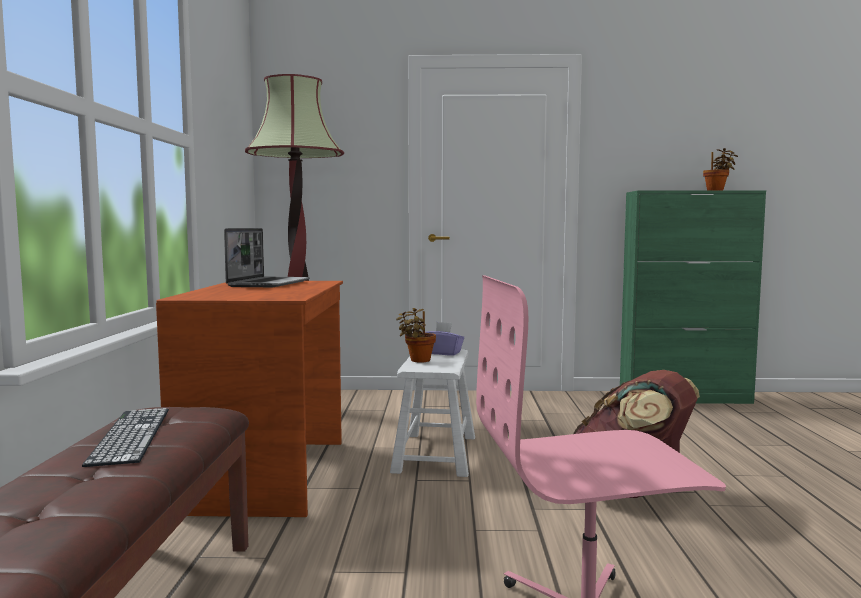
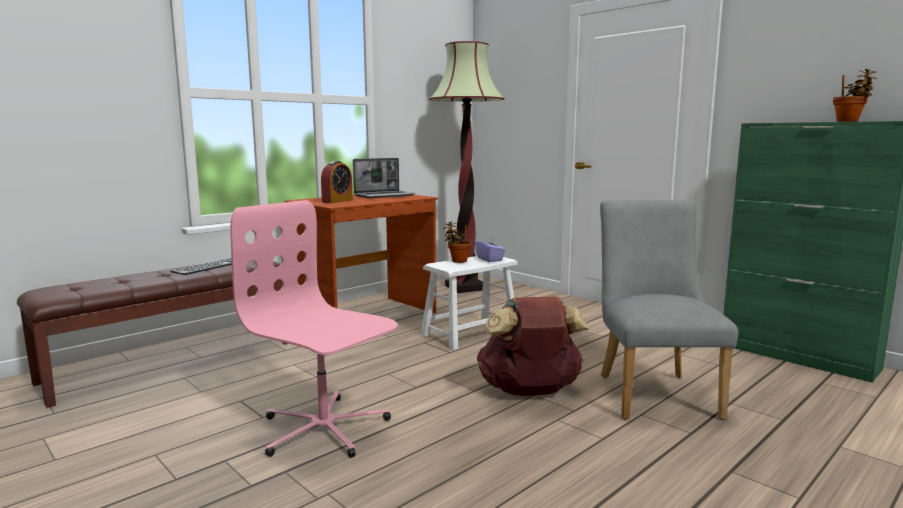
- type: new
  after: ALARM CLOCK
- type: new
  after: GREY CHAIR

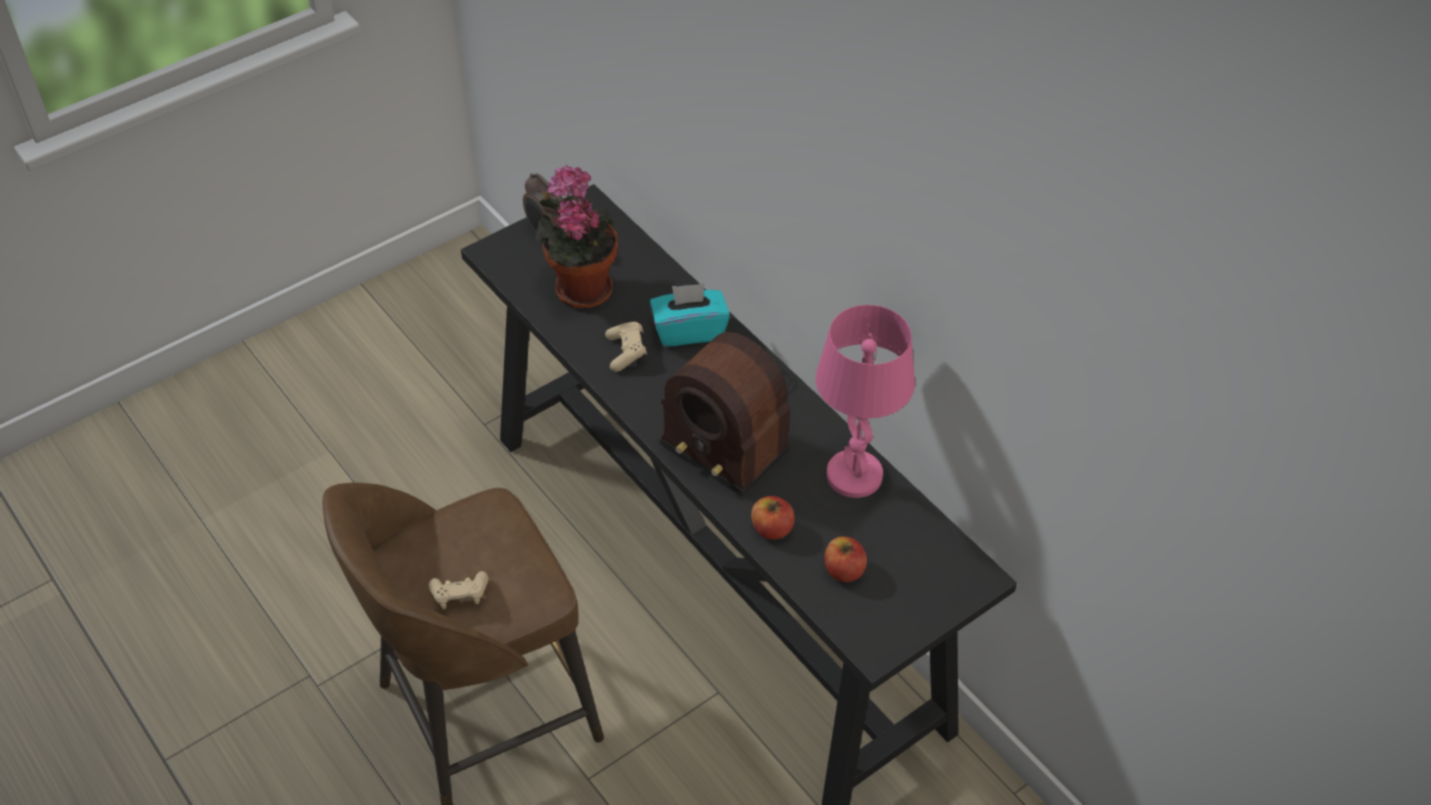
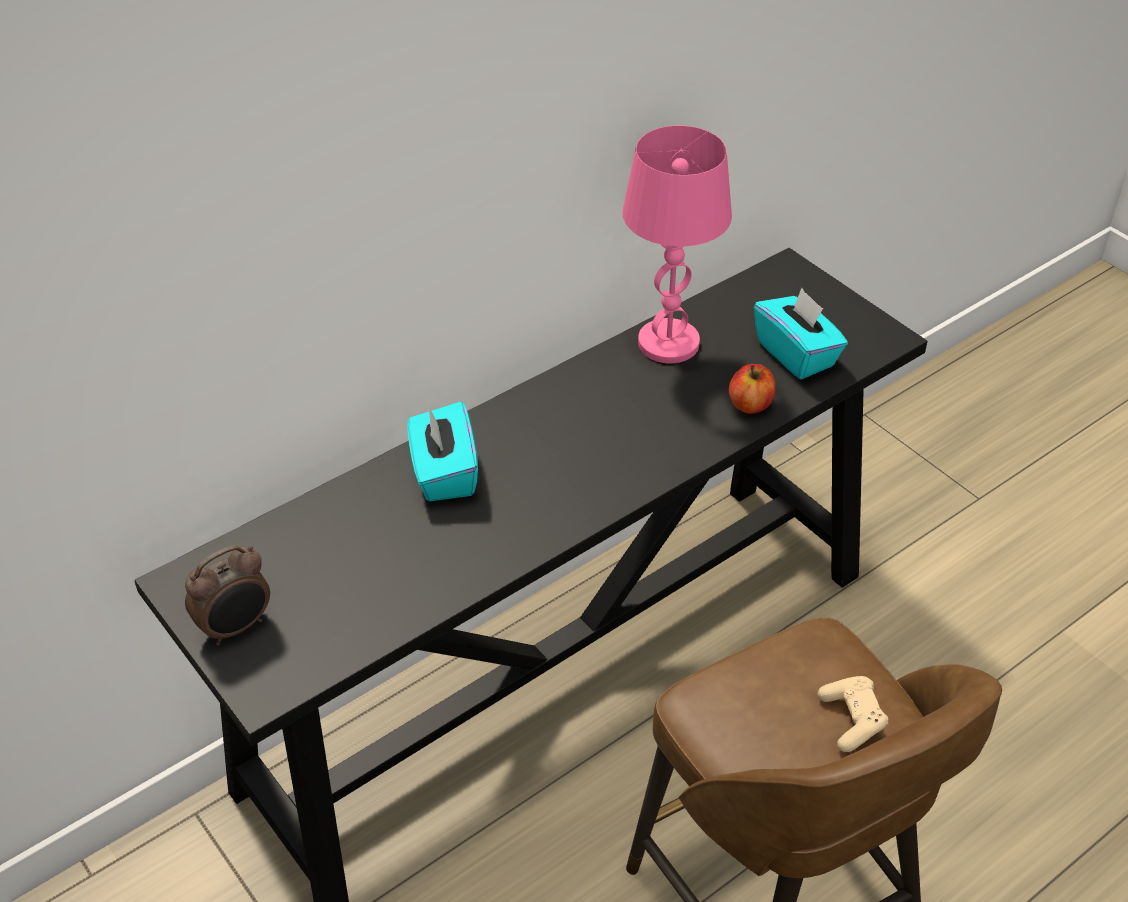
- type: swapped
  before: APPLE (no. 2 from left)
  after: TURQUOISE TISSUE BOX (no. 2 from left)
- type: gone
  before: POTTED PLANT
- type: gone
  before: BEIGE GAME CONTROLLER (no. 2 from left)
- type: gone
  before: RADIO

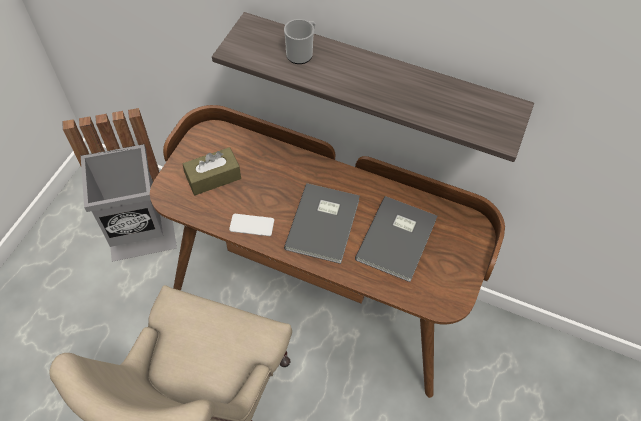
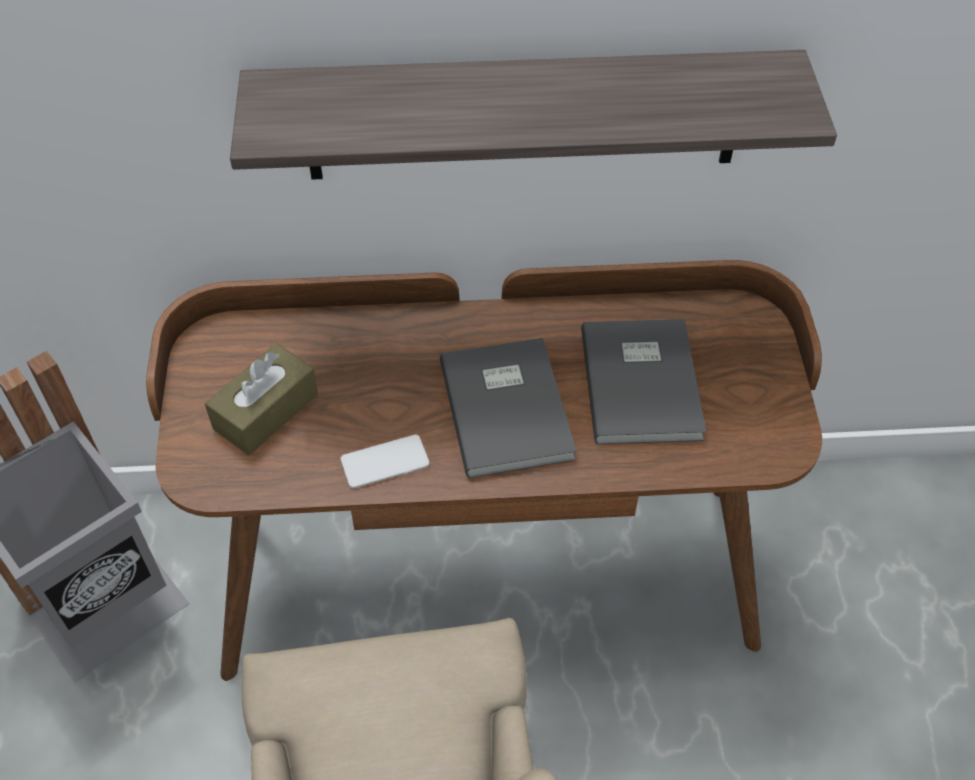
- type: gone
  before: MUG

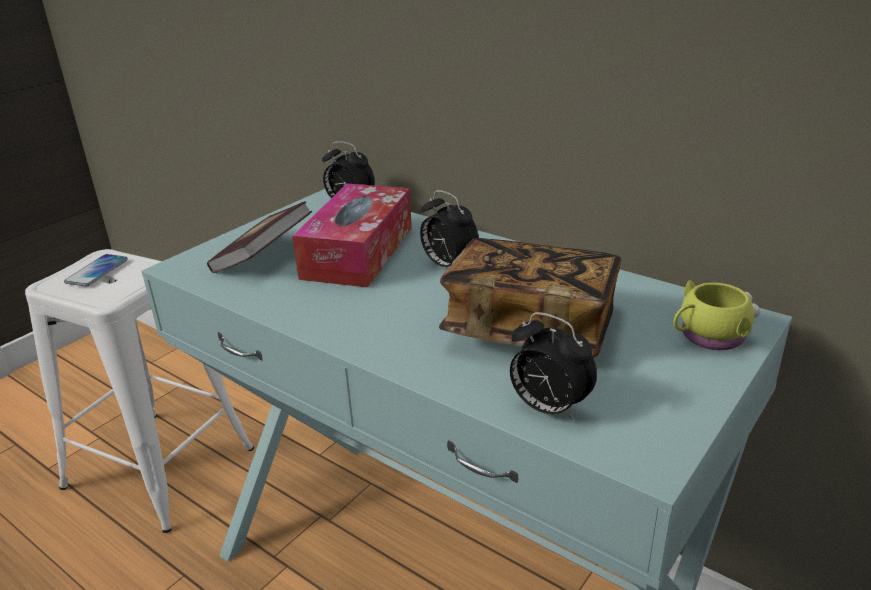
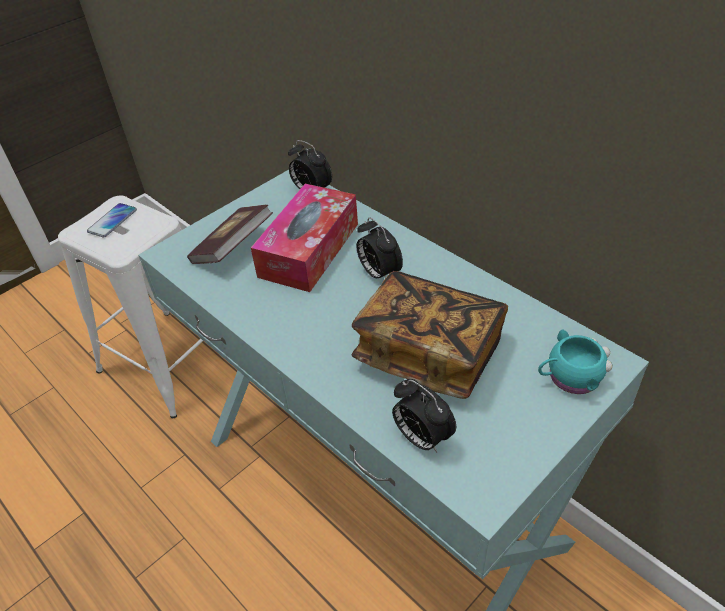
- type: repainted
  before: YELLOW MUG
  after: TURQUOISE MUG

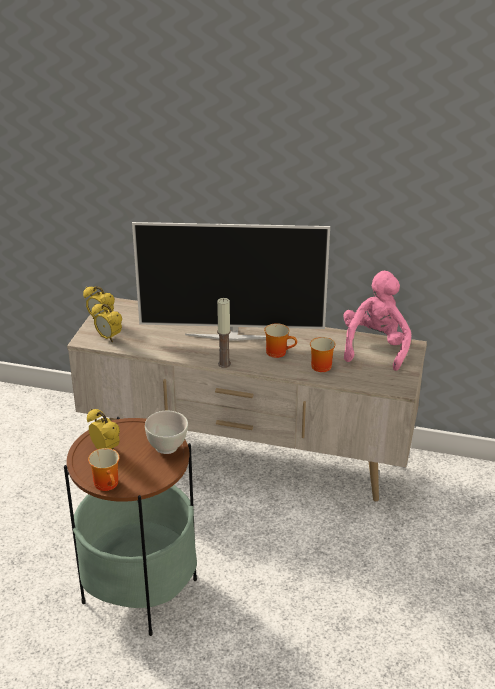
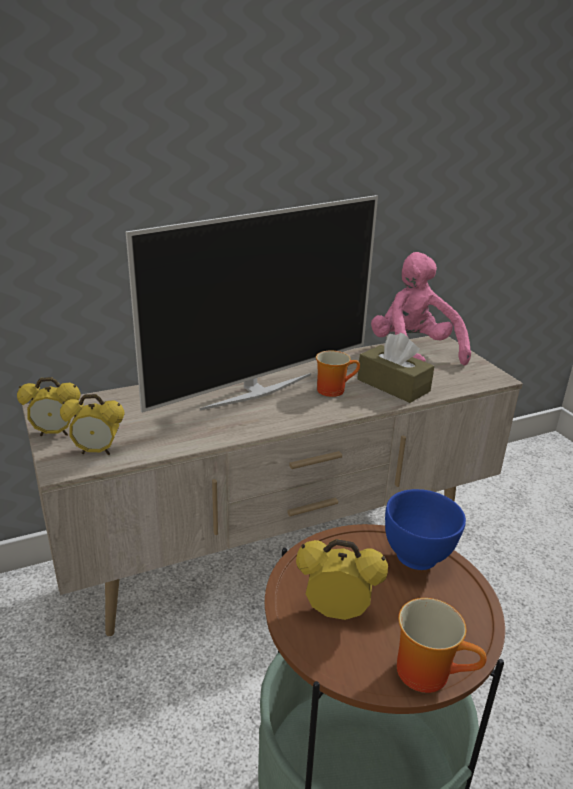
- type: swapped
  before: MUG (no. 3 from left)
  after: BROWN TISSUE BOX
- type: repainted
  before: WHITE BOWL
  after: BLUE BOWL
- type: gone
  before: CANDLE

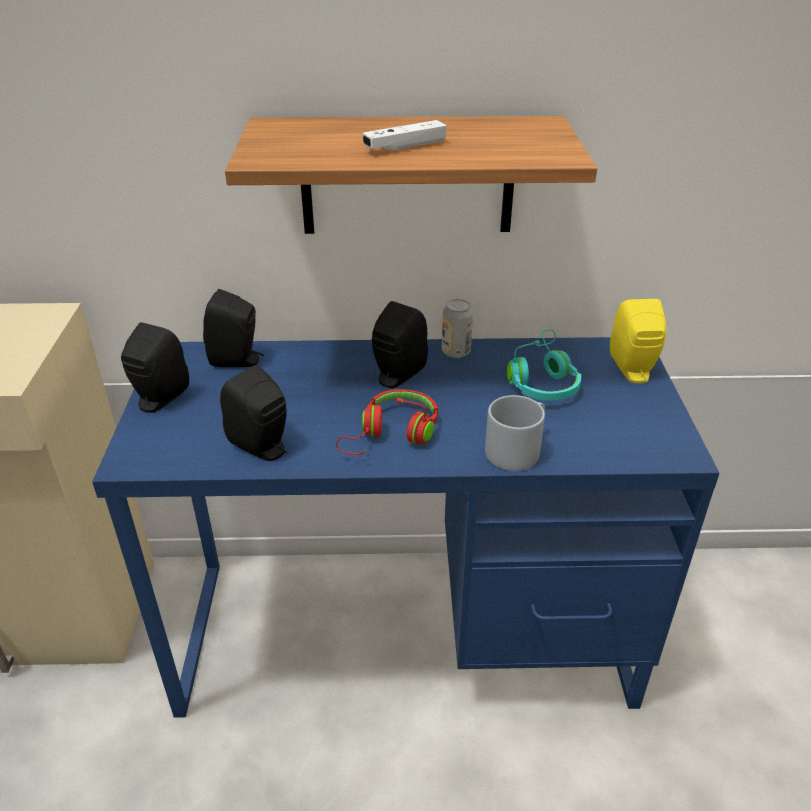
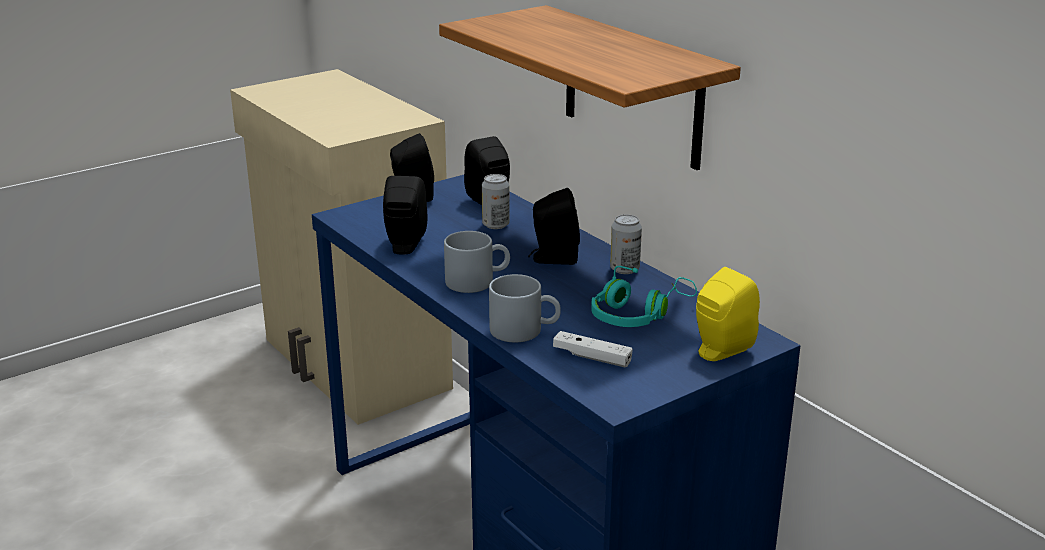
- type: swapped
  before: RED HEADPHONES
  after: GREY MUG (no. 1 from left)
- type: new
  after: CAN (no. 1 from left)
- type: shifted
  before: WHITE GAME CONTROLLER

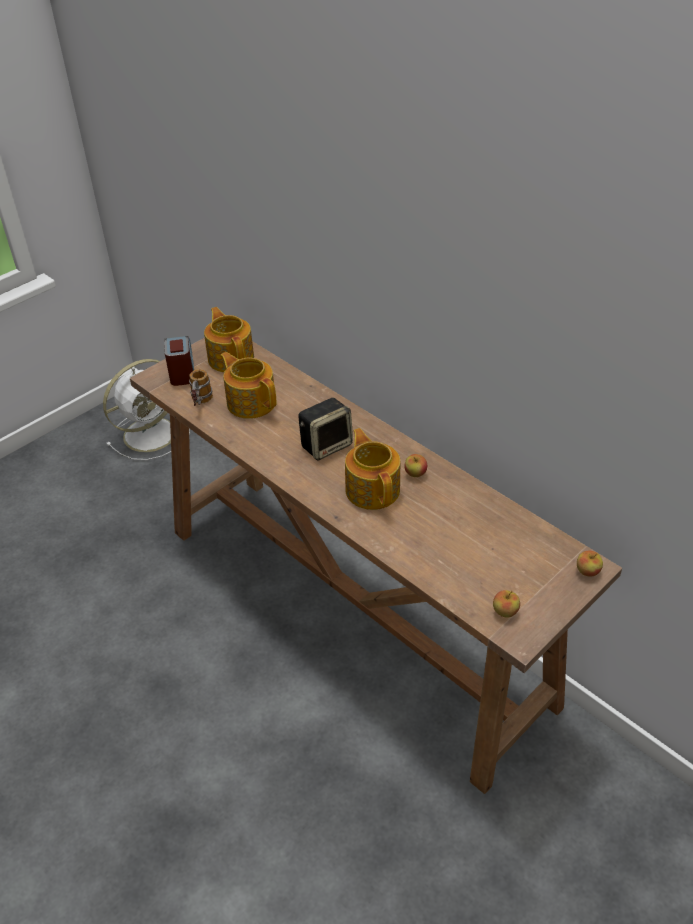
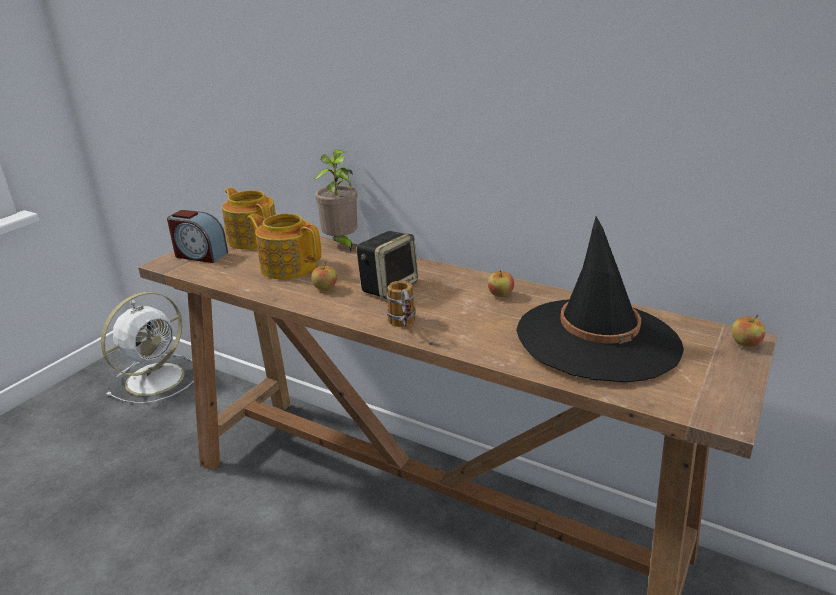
- type: rotated
  before: ALARM CLOCK
  turn: 135
- type: shifted
  before: APPLE (no. 2 from left in the first image)
  after: APPLE (no. 1 from left)
- type: new
  after: POTTED PLANT
- type: shifted
  before: MUG
- type: new
  after: BLACK HAT
- type: gone
  before: TEAPOT (no. 3 from left)

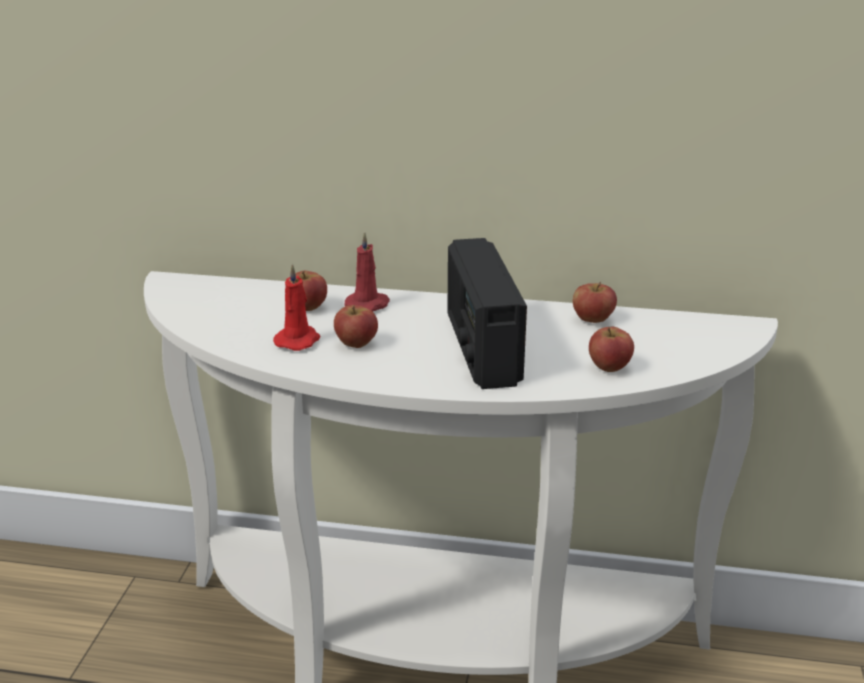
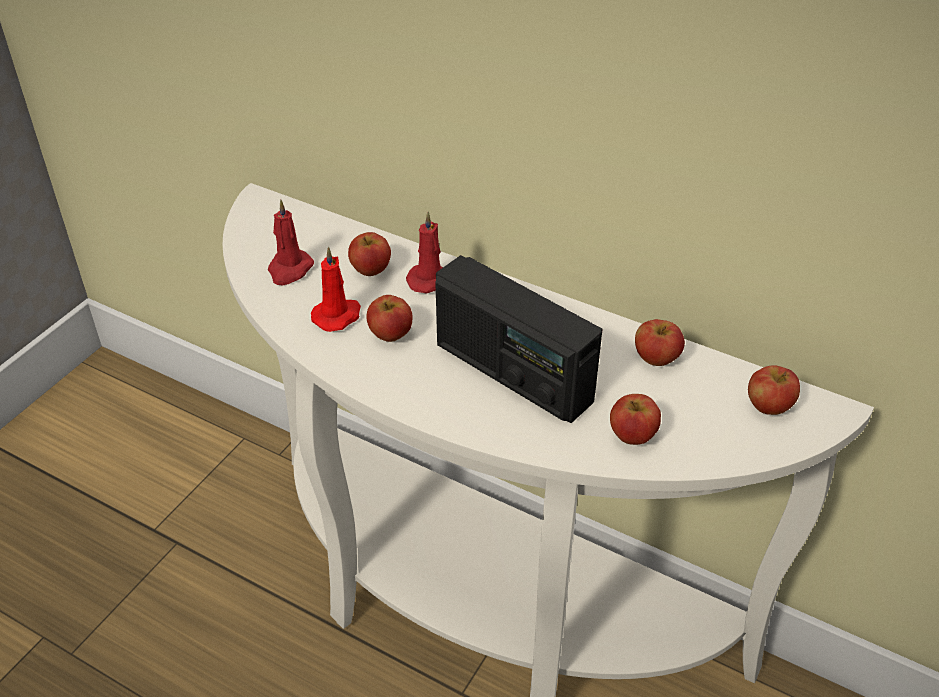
- type: new
  after: RED CANDLE (no. 1 from left)
- type: rotated
  before: RADIO
  turn: -60
- type: new
  after: APPLE (no. 5 from left)

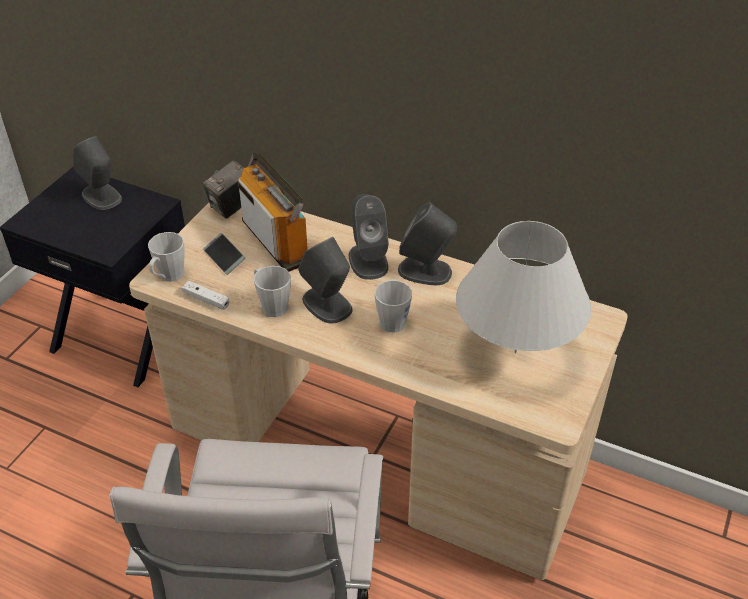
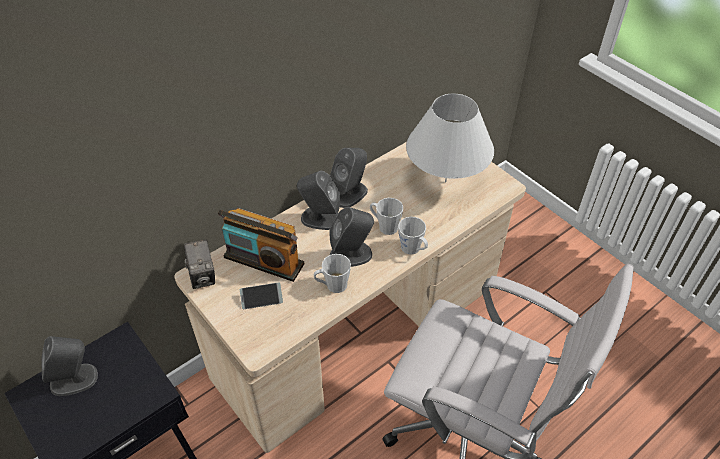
- type: rotated
  before: RADIO
  turn: -150
- type: shifted
  before: GREY MUG (no. 1 from left in the first image)
  after: GREY MUG (no. 3 from left)
- type: gone
  before: WHITE GAME CONTROLLER

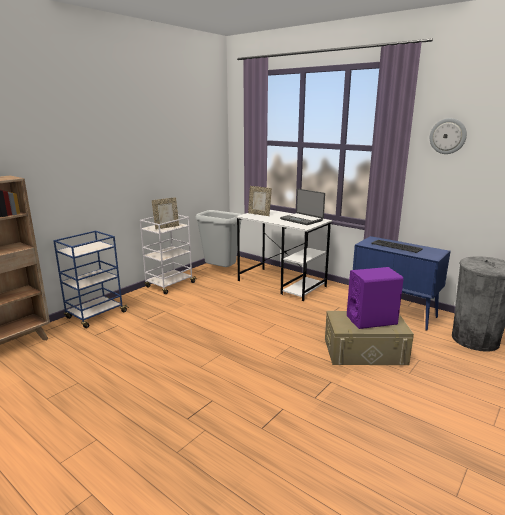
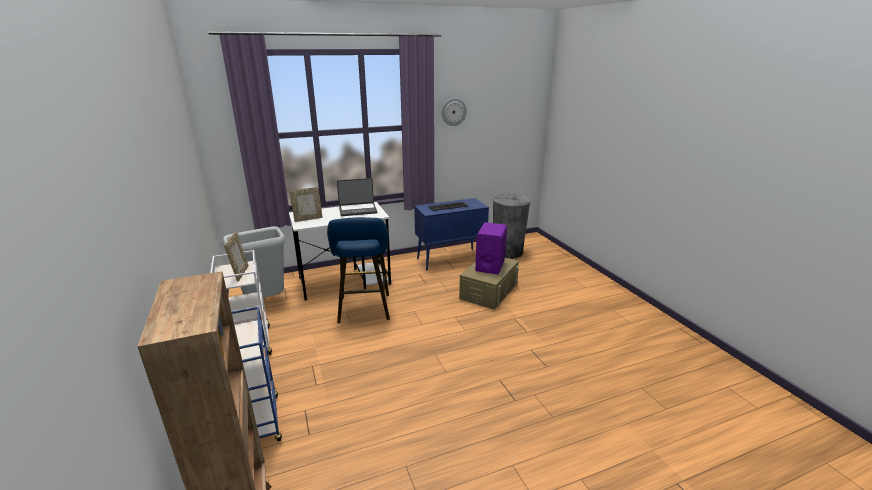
- type: new
  after: BLUE STOOL

